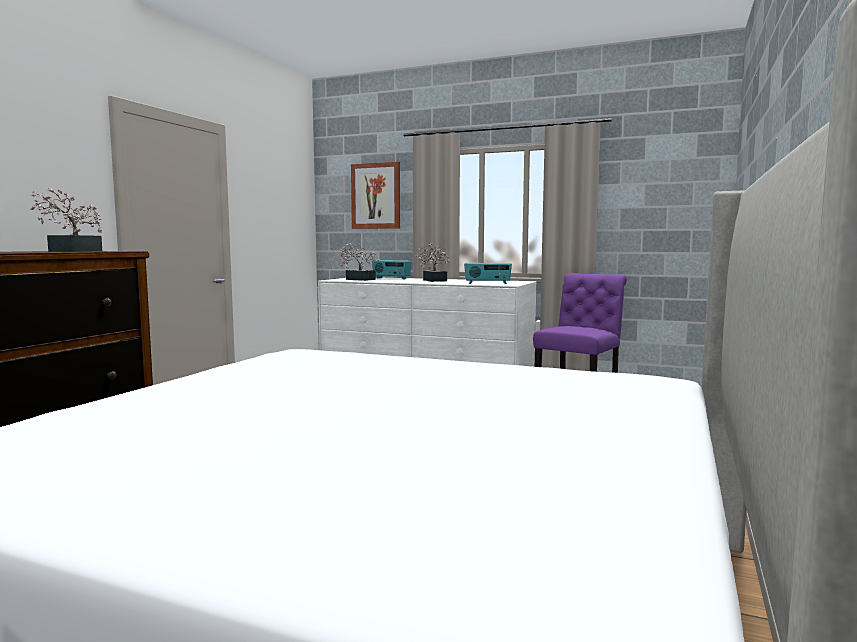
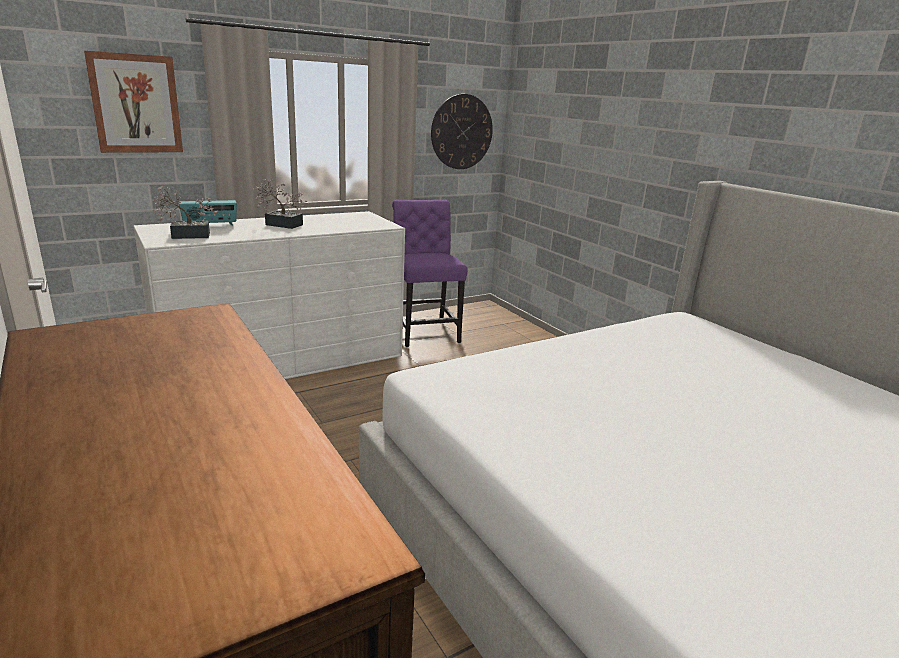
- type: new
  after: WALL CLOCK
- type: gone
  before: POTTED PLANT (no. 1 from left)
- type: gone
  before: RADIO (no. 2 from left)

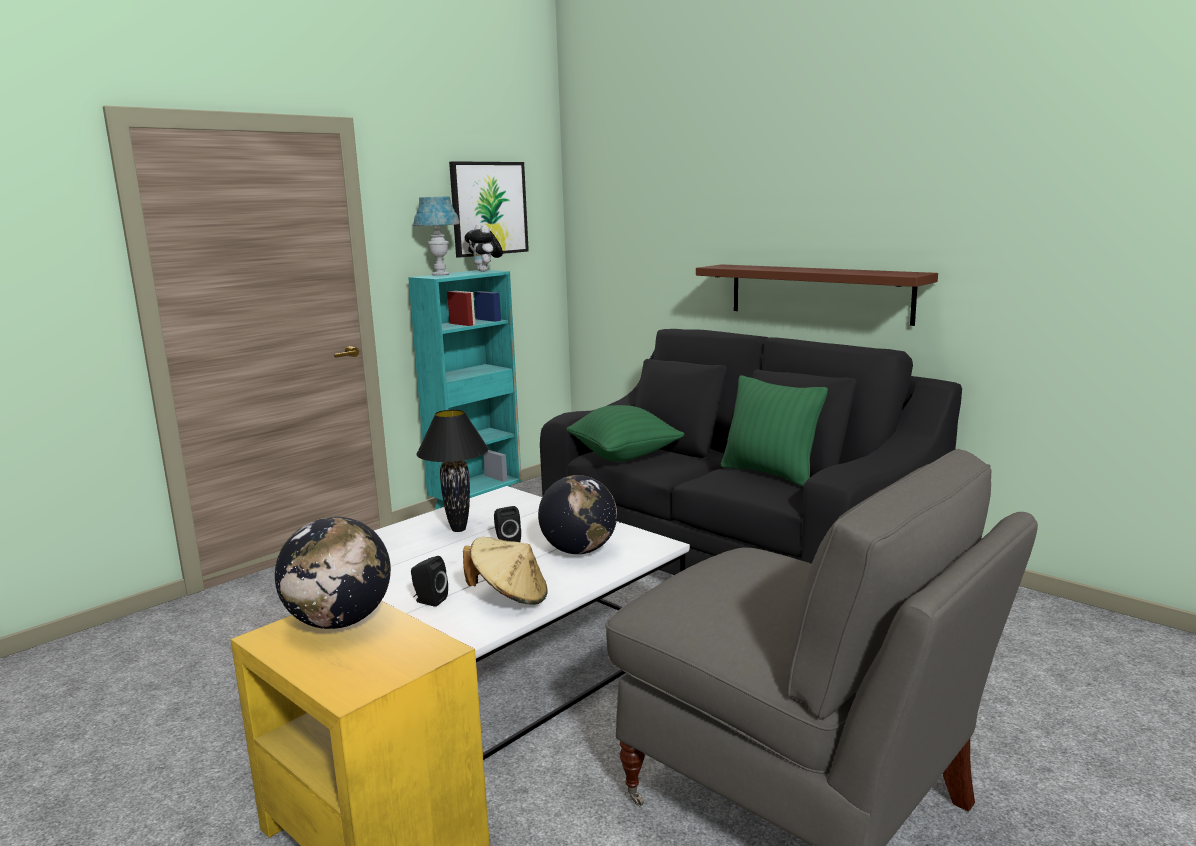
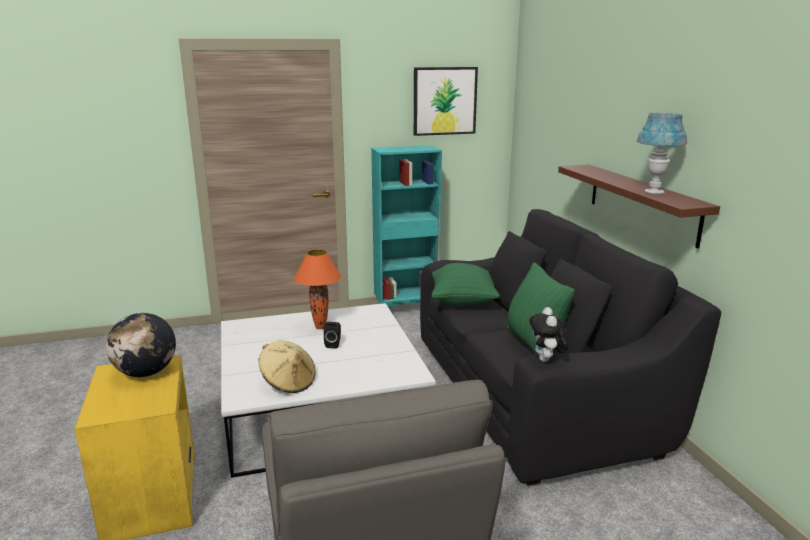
- type: repainted
  before: BLACK TABLE LAMP
  after: ORANGE TABLE LAMP
- type: shifted
  before: PLUSH TOY
- type: shifted
  before: BLUE TABLE LAMP
- type: gone
  before: BLACK SPEAKER (no. 1 from left)
- type: gone
  before: GLOBE (no. 2 from left)

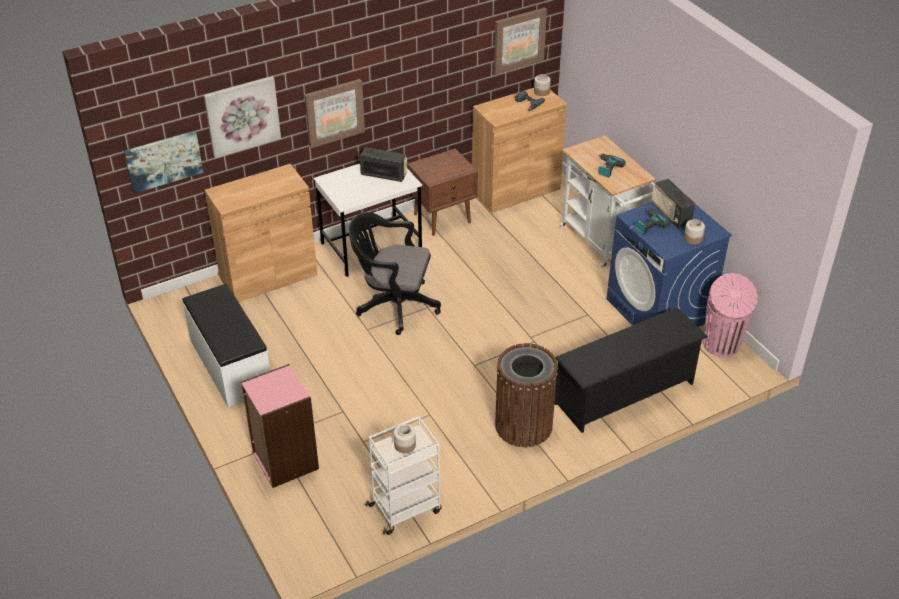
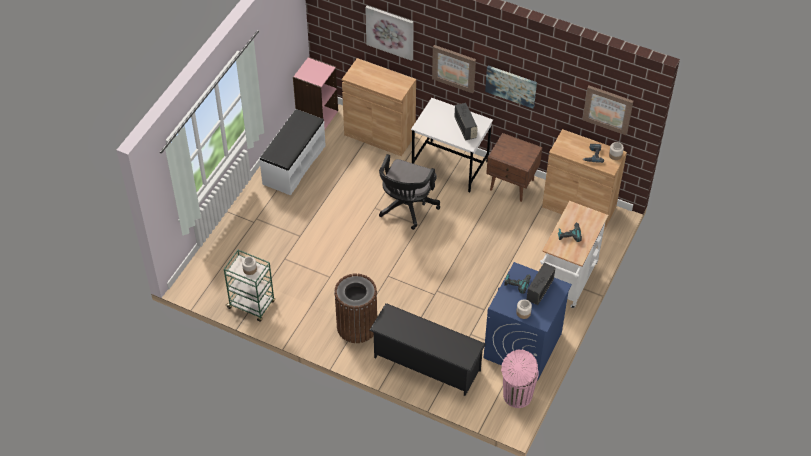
- type: repainted
  before: WHITE CART (no. 1 from left)
  after: GREEN CART
- type: shifted
  before: PINK BOOKCASE
- type: rotated
  before: BLACK OFFICE CHAIR
  turn: -135
- type: shifted
  before: PICTURE (no. 1 from left in the first image)
  after: PICTURE (no. 3 from left)

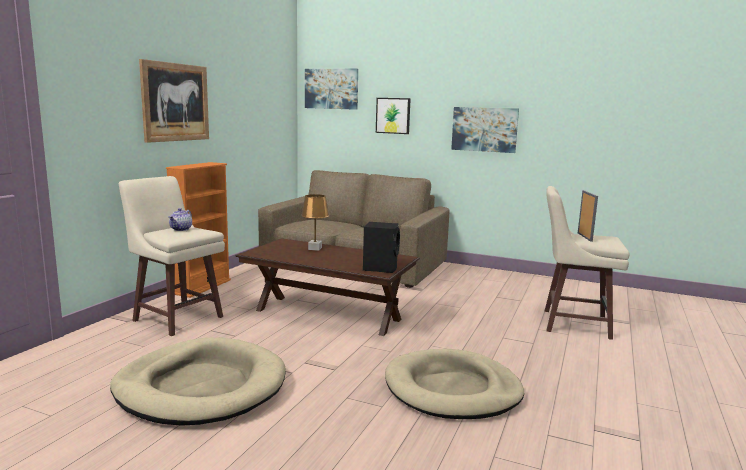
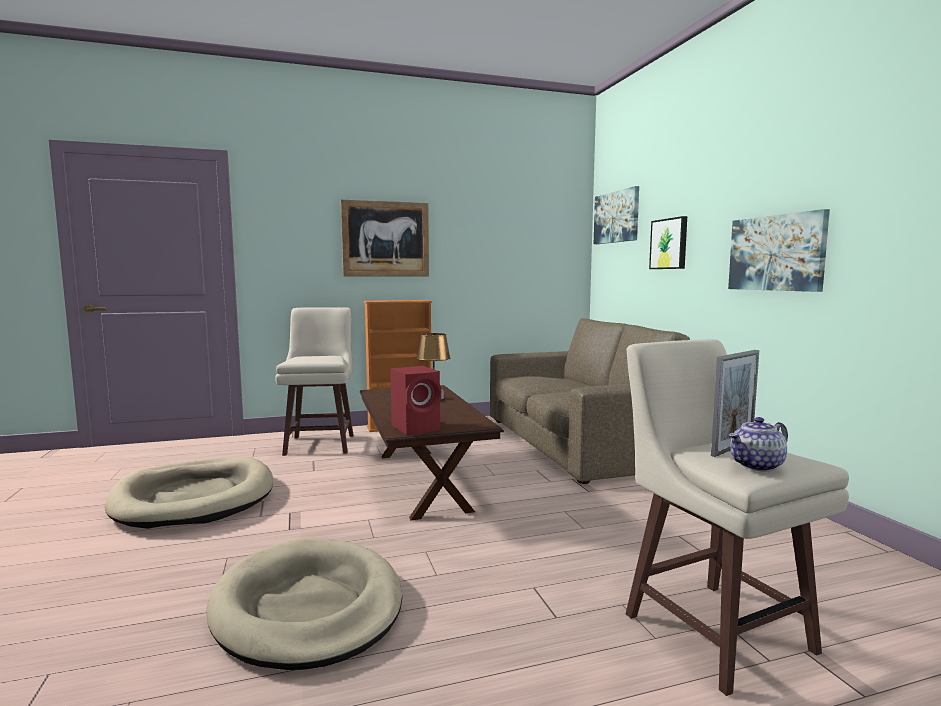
- type: repainted
  before: BLACK SPEAKER
  after: RED SPEAKER
- type: shifted
  before: TEAPOT

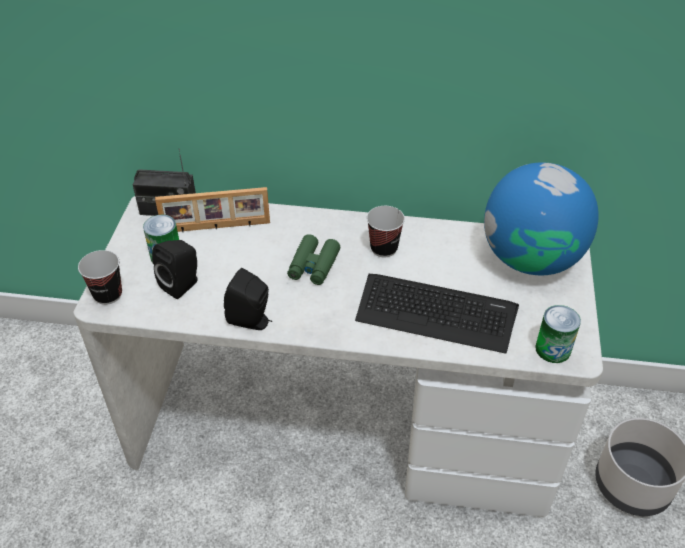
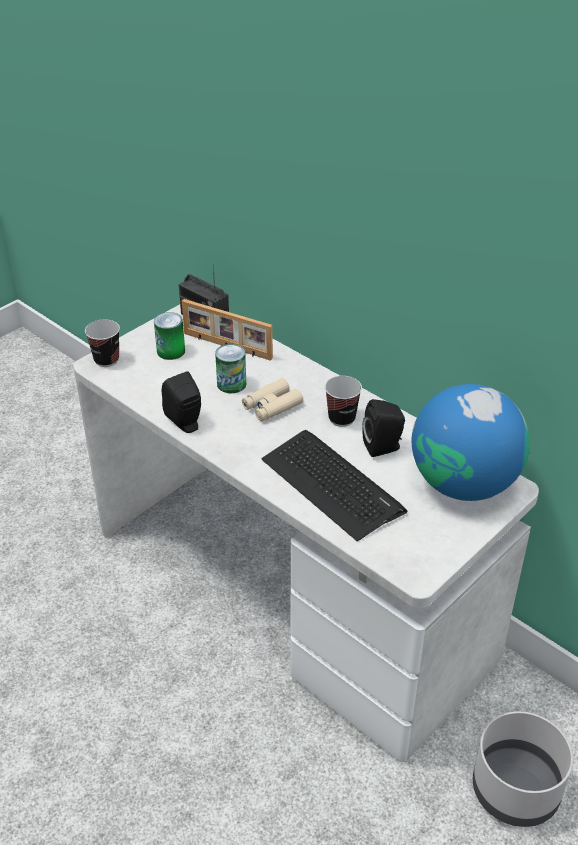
- type: shifted
  before: CAN (no. 2 from left)
- type: repainted
  before: GREEN BINOCULARS
  after: BEIGE BINOCULARS
- type: shifted
  before: BLACK SPEAKER (no. 1 from left in the first image)
  after: BLACK SPEAKER (no. 2 from left)

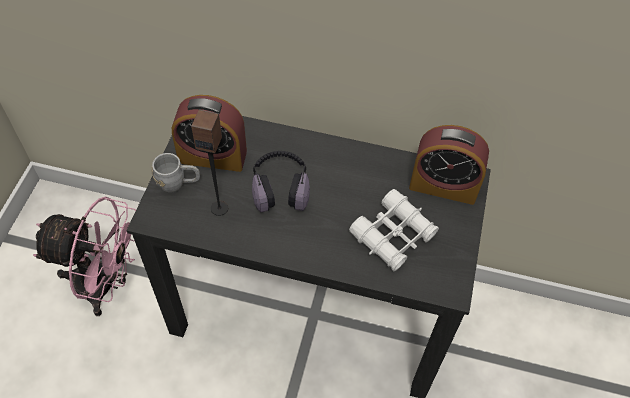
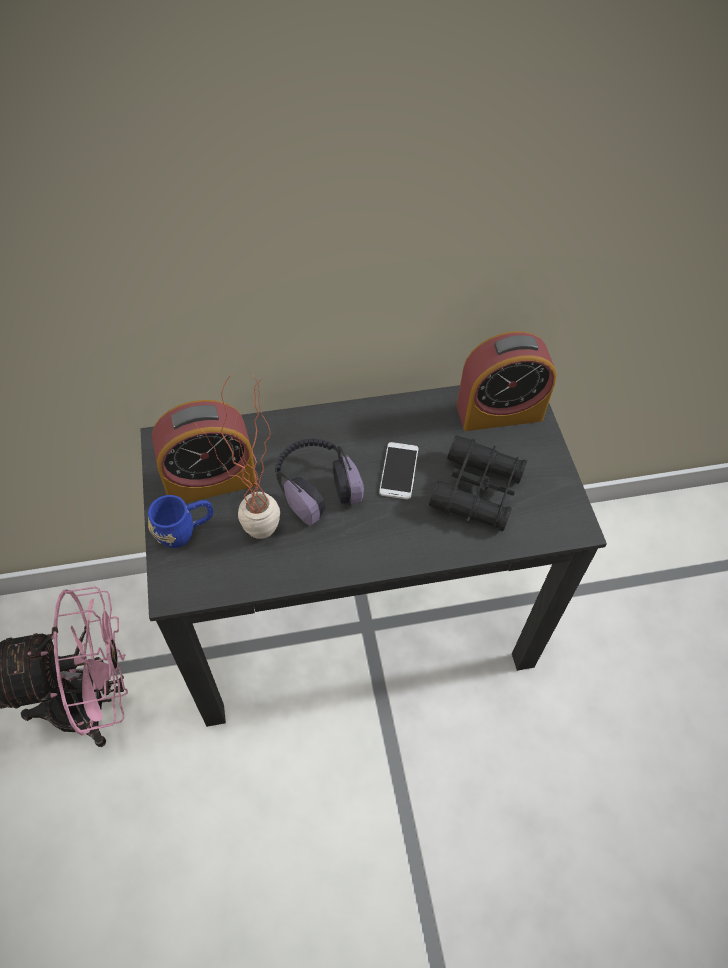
- type: repainted
  before: GREY MUG
  after: BLUE MUG
- type: swapped
  before: SPEAKER
  after: POTTED PLANT
- type: new
  after: PHONE
- type: repainted
  before: WHITE BINOCULARS
  after: BLACK BINOCULARS

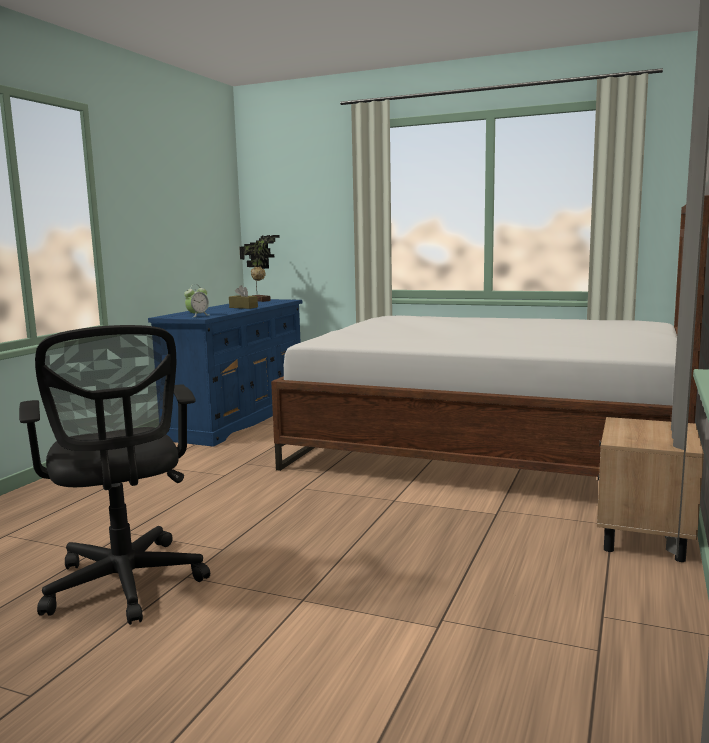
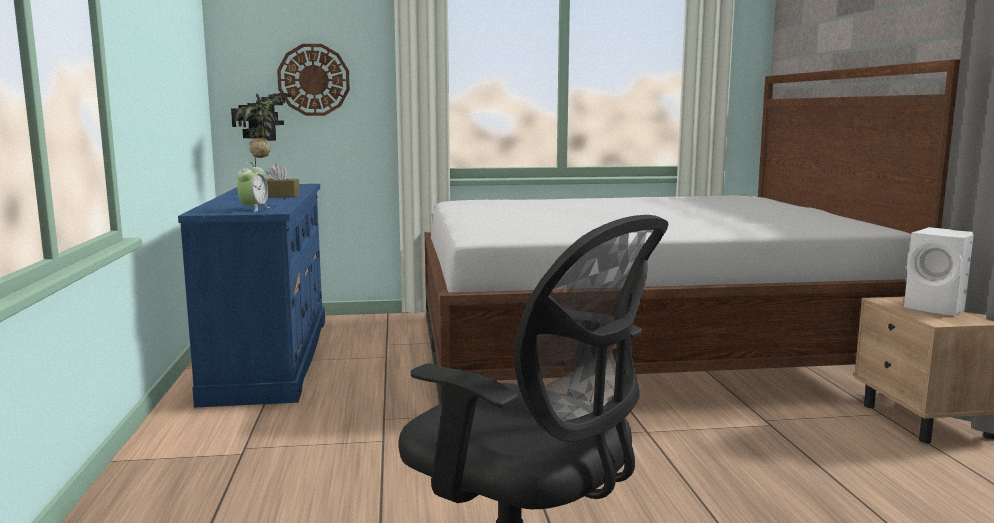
- type: new
  after: WALL CLOCK
- type: new
  after: WHITE SPEAKER

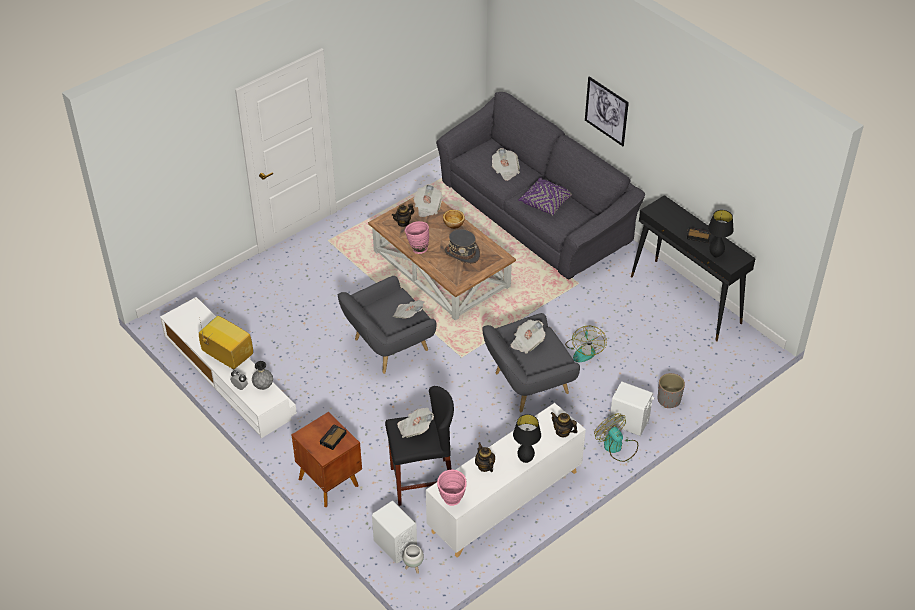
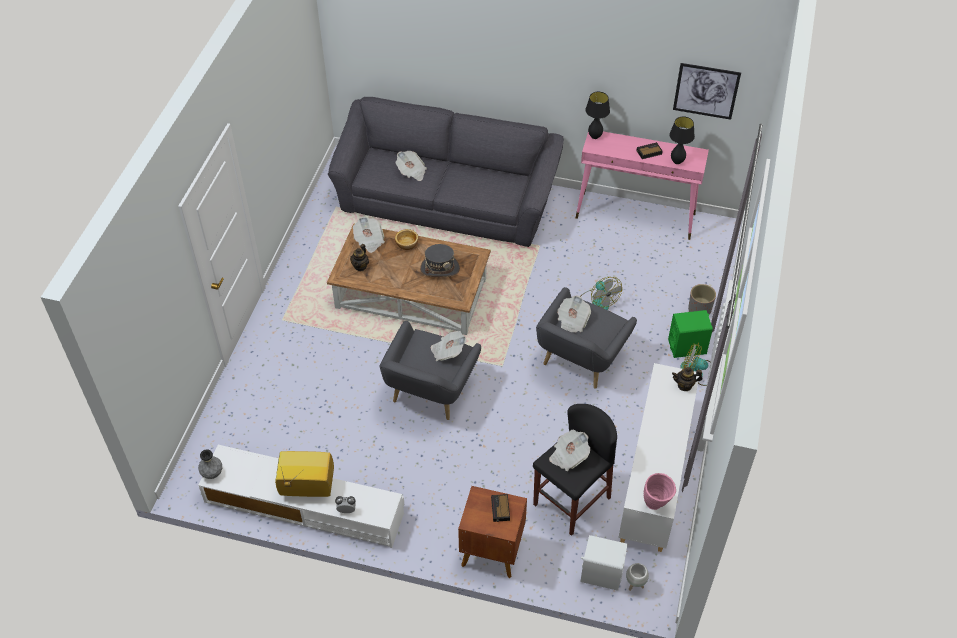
- type: shifted
  before: GREY VASE
- type: repainted
  before: BLACK CONSOLE TABLE
  after: PINK CONSOLE TABLE
- type: shifted
  before: BLACK TABLE LAMP (no. 1 from left)
- type: repainted
  before: WHITE SPEAKER (no. 2 from left)
  after: GREEN SPEAKER
- type: shifted
  before: PICTURE
- type: gone
  before: PINK VASE (no. 1 from left)
- type: gone
  before: TEAPOT (no. 2 from left)
- type: gone
  before: PURPLE PILLOW

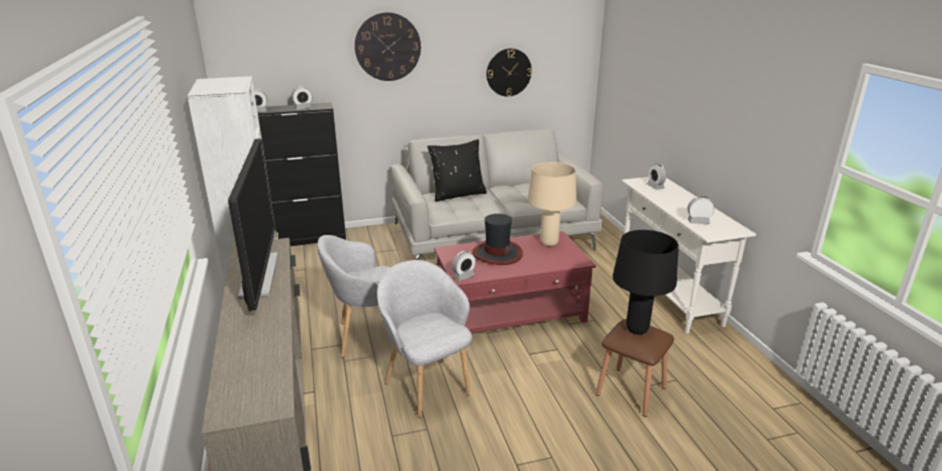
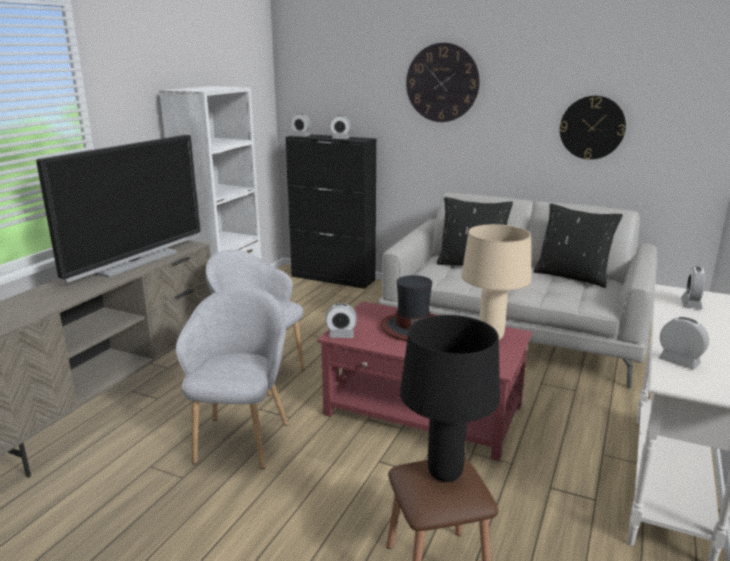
- type: new
  after: BLACK PILLOW (no. 2 from left)

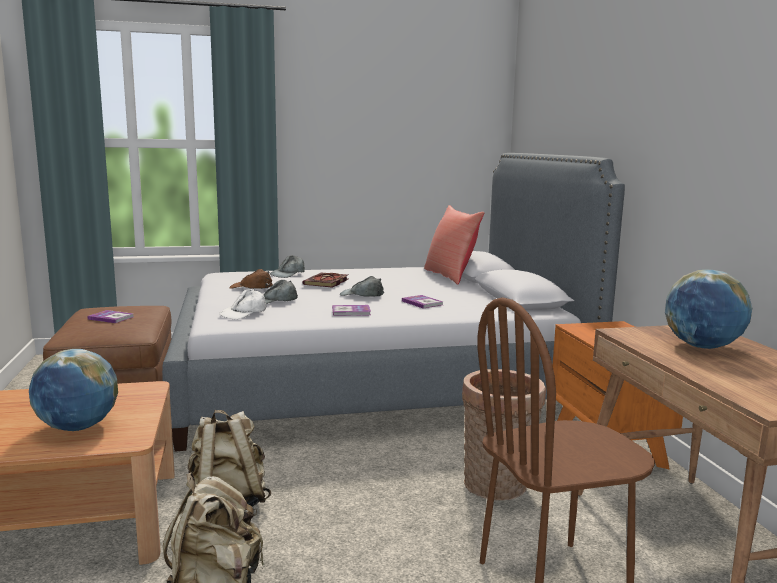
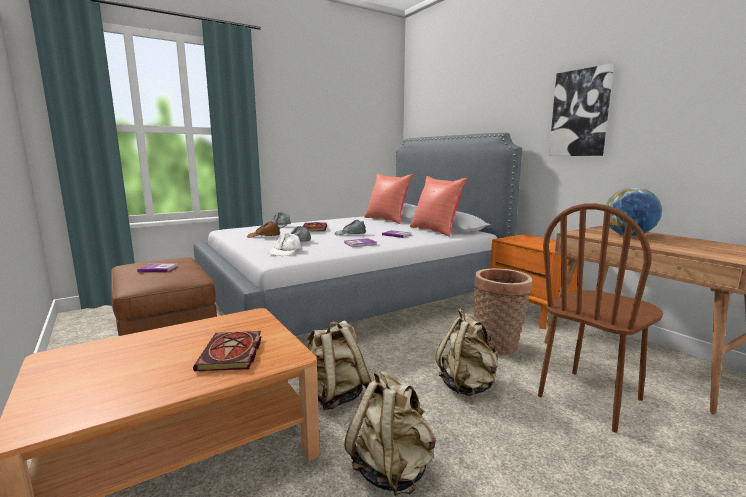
- type: swapped
  before: GLOBE (no. 1 from left)
  after: BOOK (no. 2 from left)
- type: new
  after: RED PILLOW (no. 2 from left)
- type: new
  after: BEIGE BACKPACK (no. 3 from left)
- type: new
  after: PICTURE

